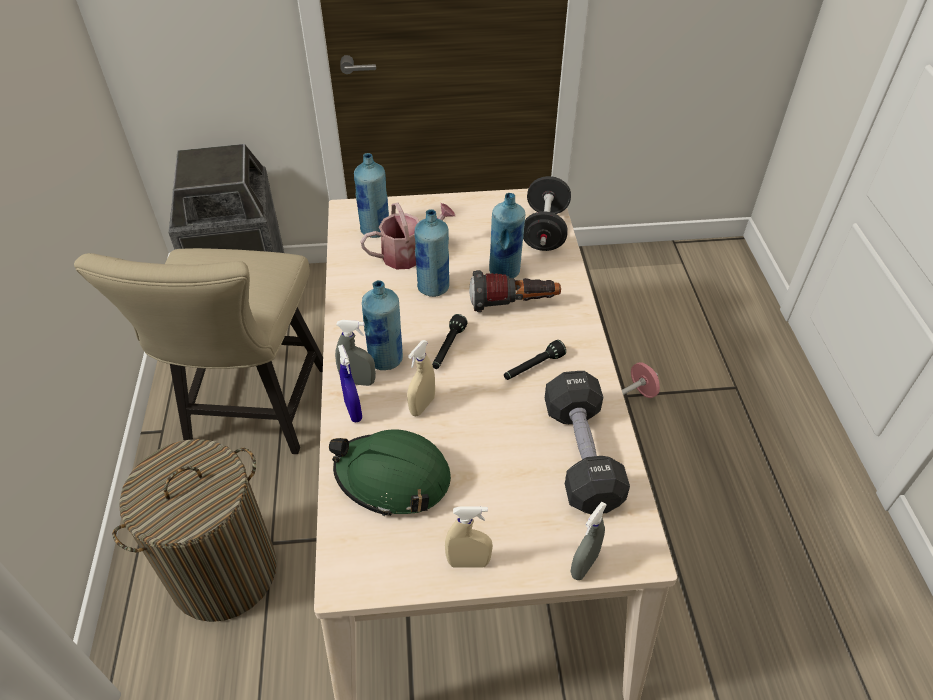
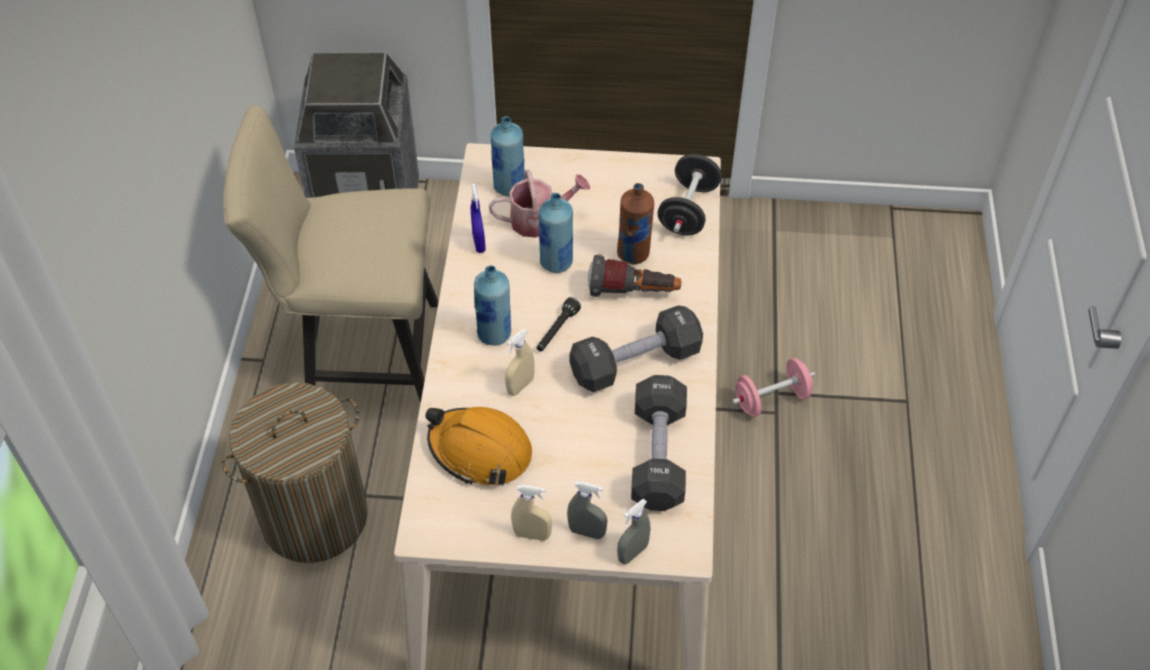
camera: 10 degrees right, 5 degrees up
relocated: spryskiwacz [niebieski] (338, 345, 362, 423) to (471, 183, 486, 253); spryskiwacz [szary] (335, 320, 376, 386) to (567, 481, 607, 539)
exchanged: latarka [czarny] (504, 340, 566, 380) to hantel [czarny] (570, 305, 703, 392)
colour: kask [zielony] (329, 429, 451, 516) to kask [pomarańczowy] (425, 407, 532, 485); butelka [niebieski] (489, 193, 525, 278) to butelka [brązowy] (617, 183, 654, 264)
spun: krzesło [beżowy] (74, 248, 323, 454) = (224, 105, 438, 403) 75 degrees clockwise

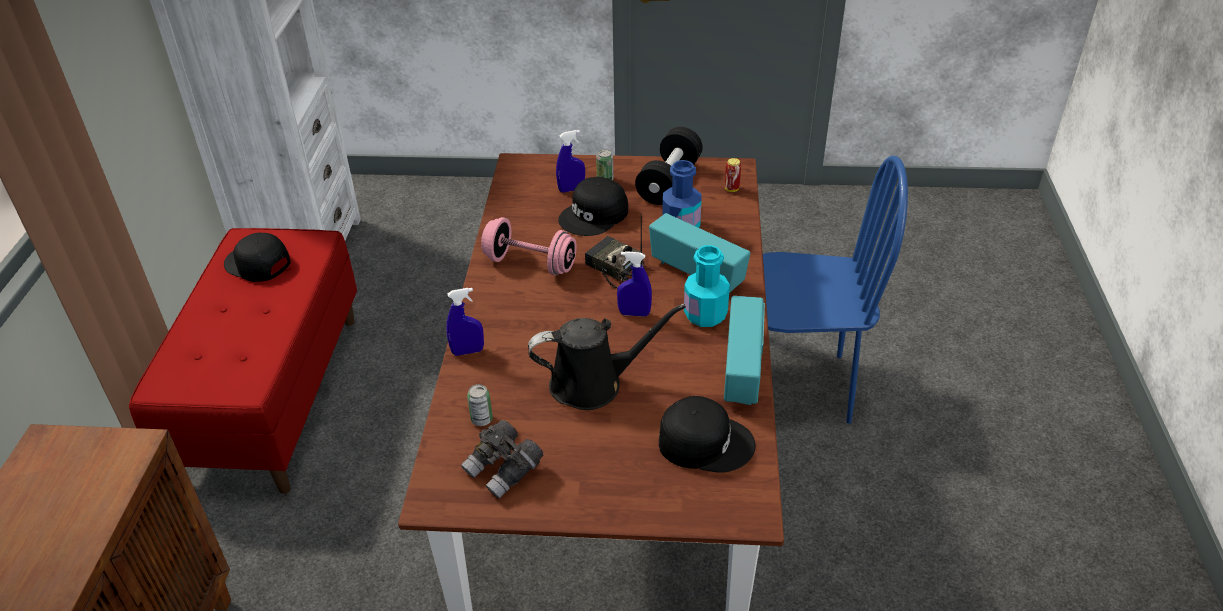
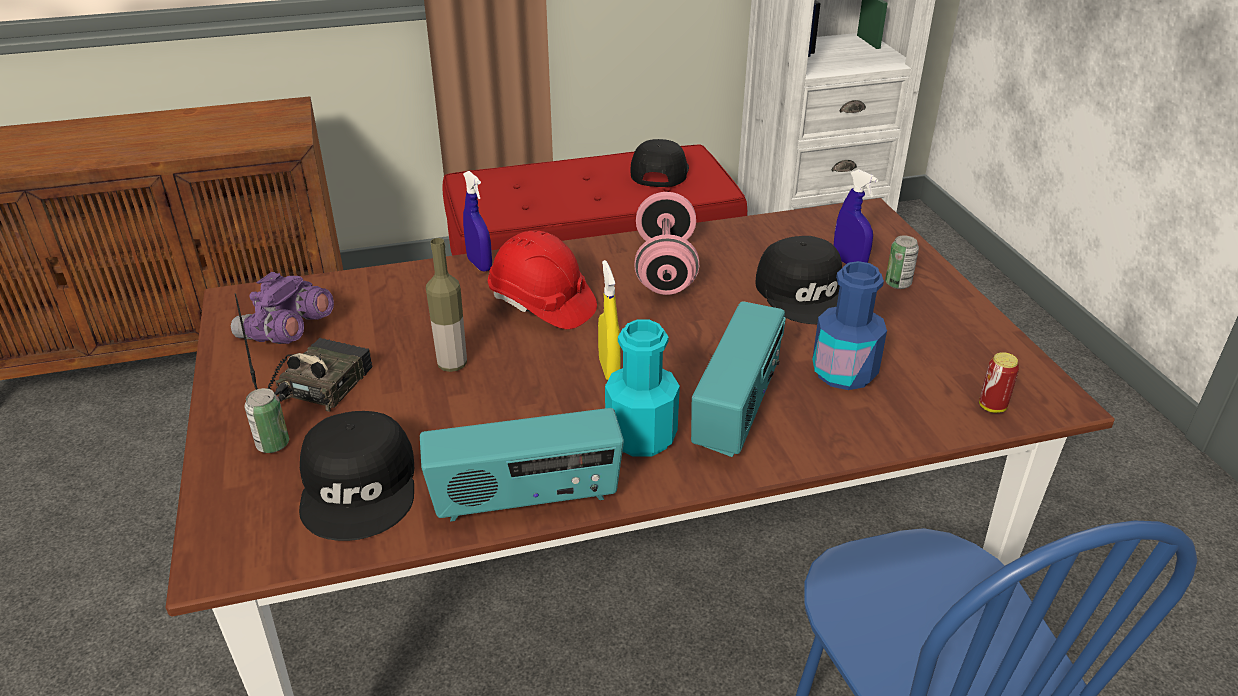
camera: 70 degrees right, 5 degrees down
missing: hantel [czarny] (635, 127, 703, 205)
appeared: kask [czerwony] (488, 231, 597, 329)
relocated: radio (585, 213, 644, 289) to (235, 294, 373, 412); puszka (467, 384, 493, 426) to (245, 388, 289, 453)
exchanged: konewka [czarny] (528, 304, 686, 410) to butelka (426, 238, 467, 372)
colour: lornetka [szary] (461, 420, 543, 499) to lornetka [fioletowy] (231, 272, 334, 344); spryskiwacz [niebieski] (617, 251, 652, 317) to spryskiwacz [żółty] (598, 260, 621, 380)
spun: czapka z daszkiem [czarny] (558, 177, 628, 236) = (755, 236, 842, 324) 135 degrees counterclockwise

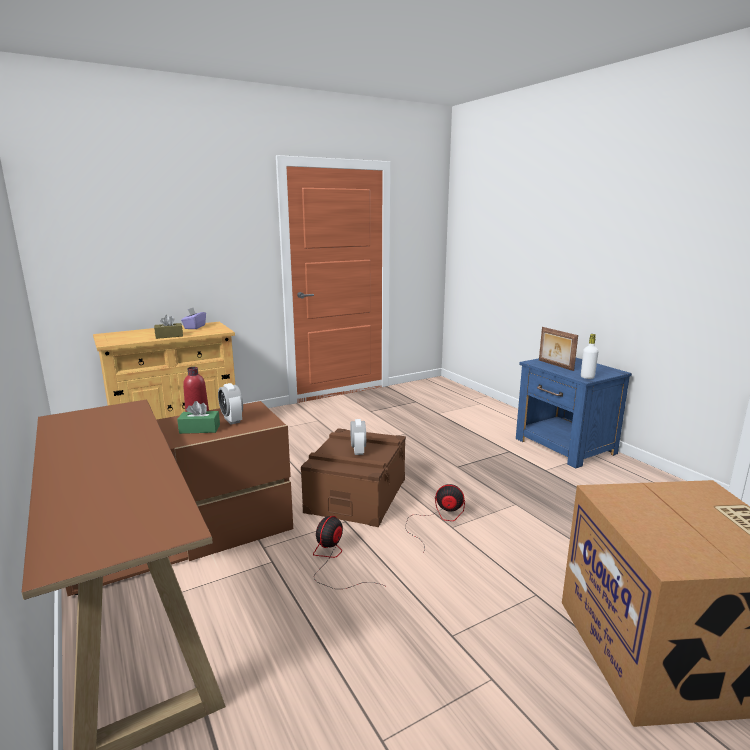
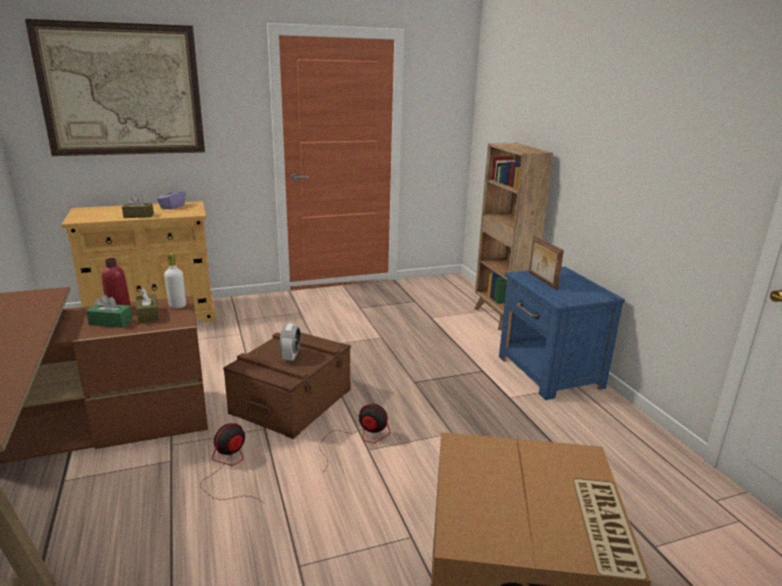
camera: 10 degrees right, 5 degrees up
appeared: obraz (25, 19, 205, 156); regał [brązowy] (474, 143, 553, 330)
relocated: butelka [biały] (581, 334, 599, 379) to (164, 253, 186, 308)
exchanged: budzik (218, 383, 243, 425) to pudełko chusteczek [brązowy] (136, 287, 159, 324)

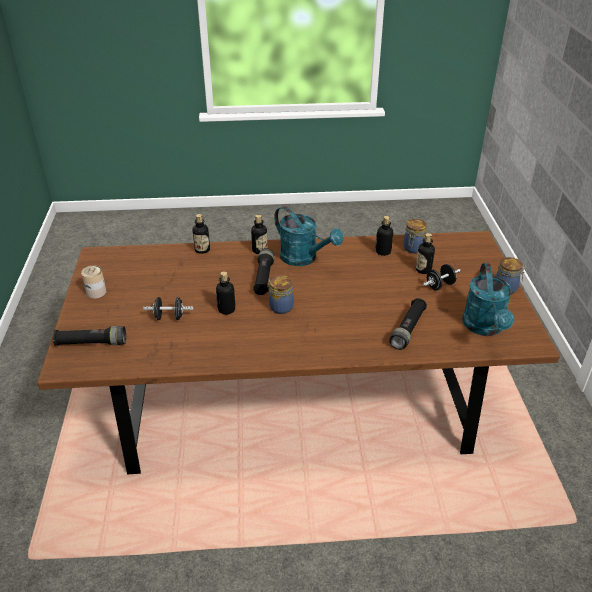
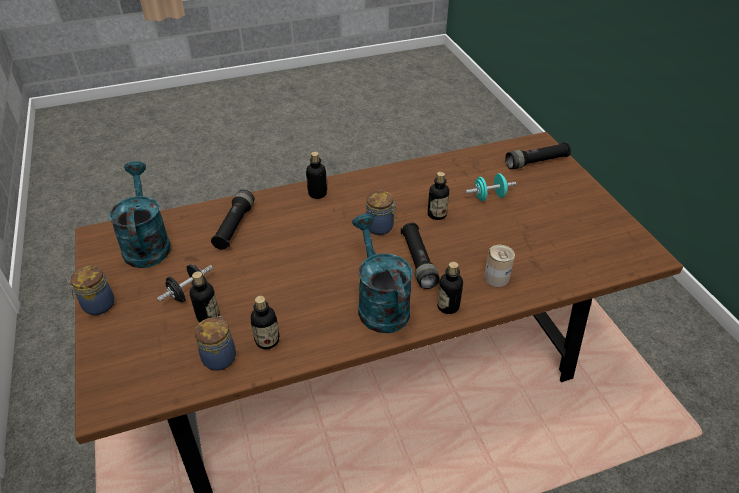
camera: 165 degrees right, 5 degrees up
relocated: butelka (193, 214, 210, 254) to (306, 152, 327, 199); puszka (81, 266, 107, 299) to (484, 245, 515, 287)
colour: hantel [czarny] (143, 297, 194, 320) to hantel [turkusowy] (465, 173, 516, 201)
spun: konewka [turkusowy] (274, 206, 343, 266) = (352, 214, 412, 333) 45 degrees clockwise

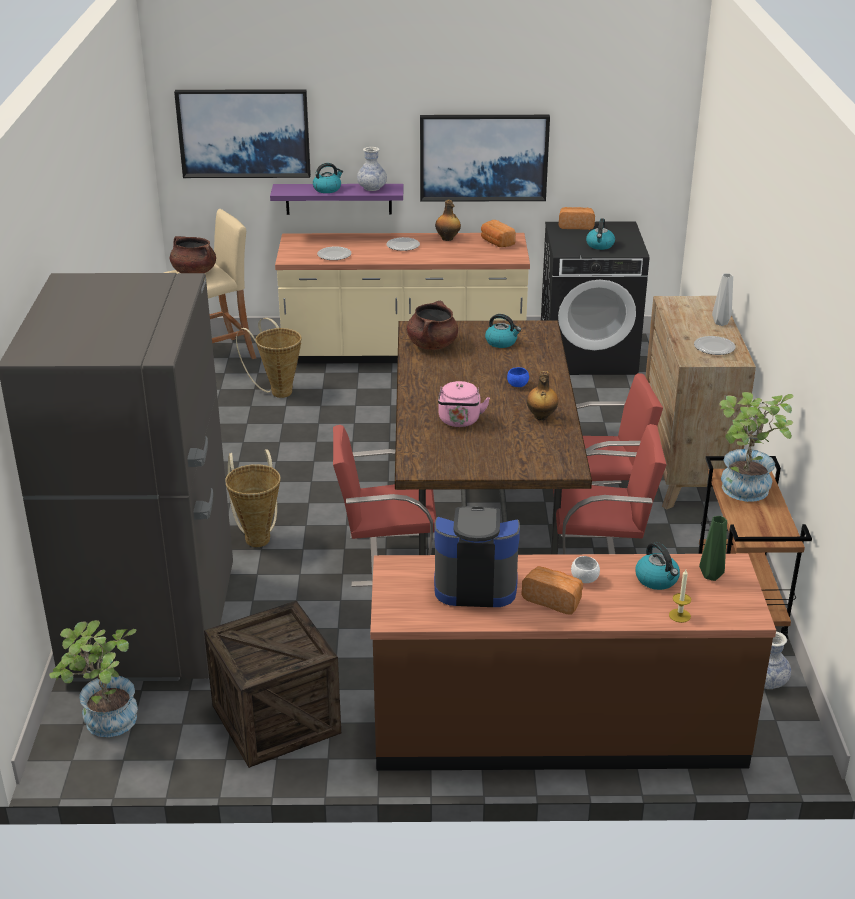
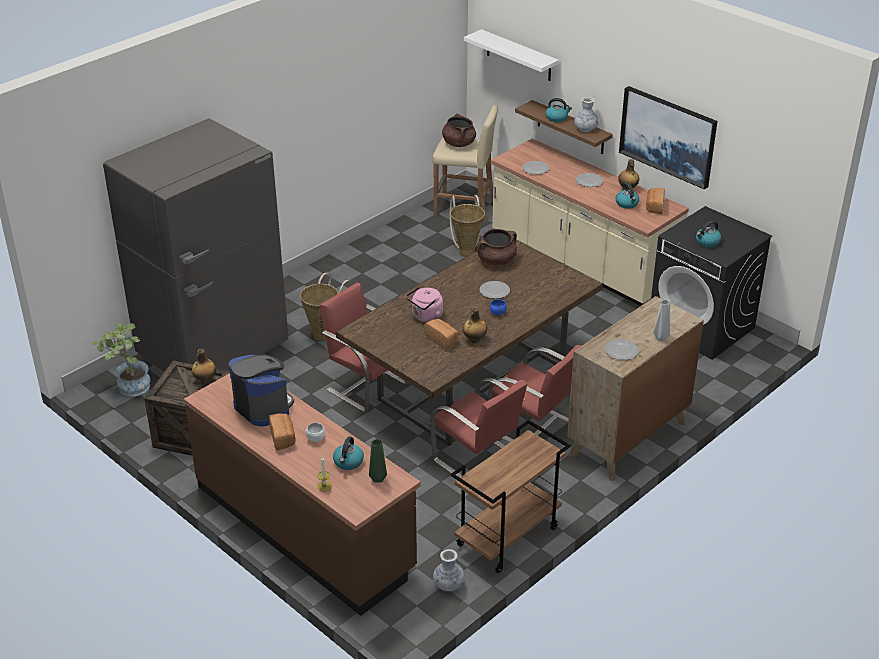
camera: 45 degrees right, 5 degrees up
missing: roślina doniczkowa (719, 392, 794, 502)
appeared: butelka (192, 349, 216, 383); talerz (480, 281, 510, 299)
relocated: chleb (559, 207, 595, 230) to (424, 318, 459, 350); czajnik (485, 314, 521, 348) to (616, 183, 639, 209)
exchanged: obraz (174, 89, 311, 178) to półka [biały] (464, 29, 559, 81)
colour: półka [fioletowy] (270, 184, 403, 215) to półka [brązowy] (515, 100, 613, 154)

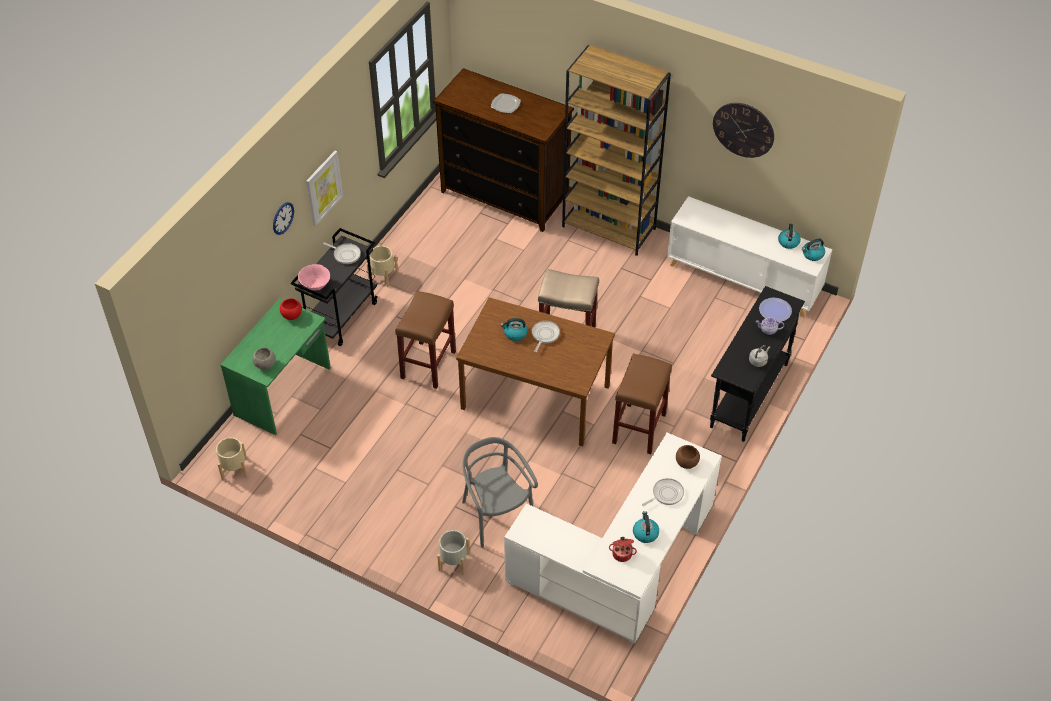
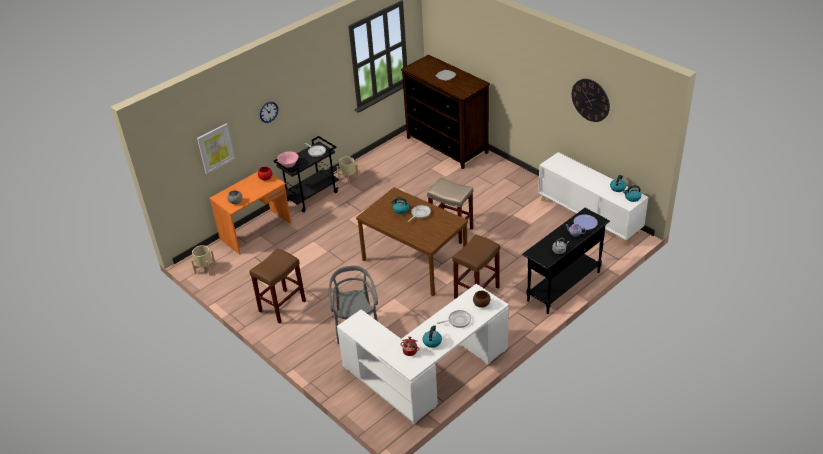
camera: 20 degrees right, 10 degrees down
missing: donica [szary] (437, 530, 470, 575); regał [brązowy] (562, 45, 671, 256)
relocated: obraz (306, 151, 343, 226) to (197, 123, 235, 174); stołek [brązowy] (395, 291, 456, 389) to (249, 248, 306, 323)
colour: biurko [zielony] (220, 298, 331, 435) to biurko [pomarańczowy] (209, 172, 292, 255)

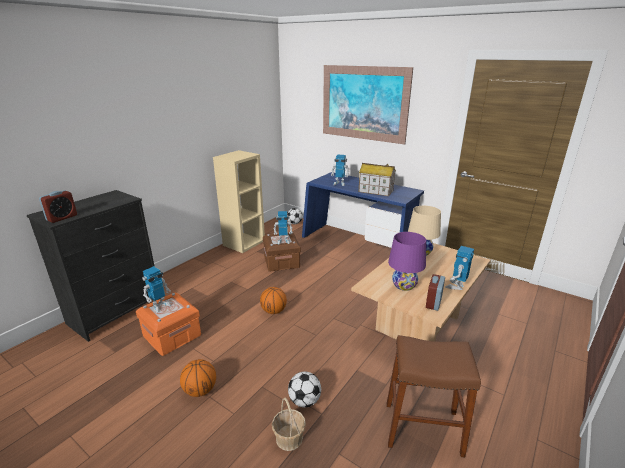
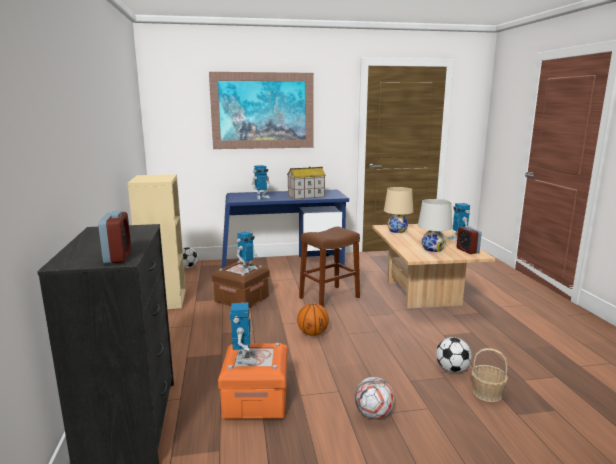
camera: 45 degrees left, 10 degrees down
relocated: stołek [brązowy] (387, 335, 481, 458) to (299, 227, 360, 307)
exchanged: piłka do koszykówki (180, 359, 216, 397) to piłka futbolowa (354, 377, 395, 419)
colour: lampa stołowa [fioletowy] (388, 232, 426, 291) to lampa stołowa [biały] (418, 199, 452, 252)

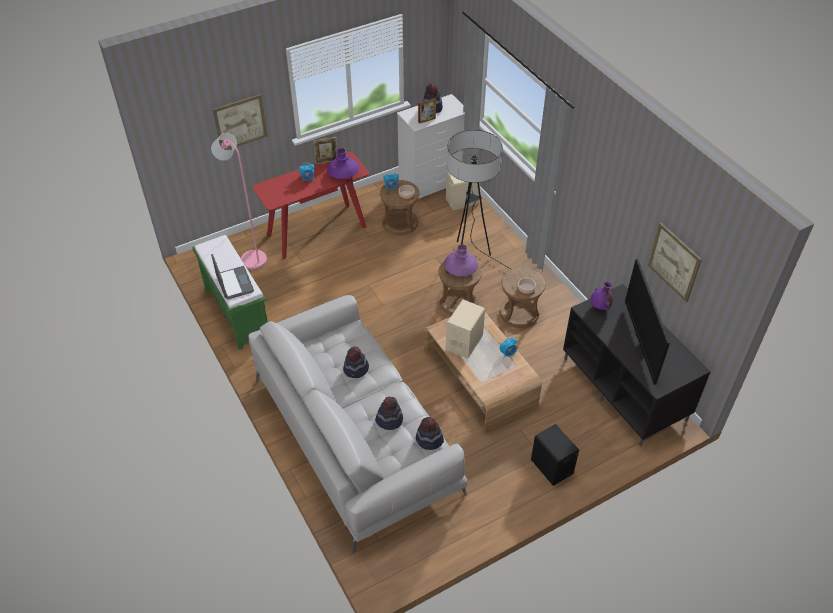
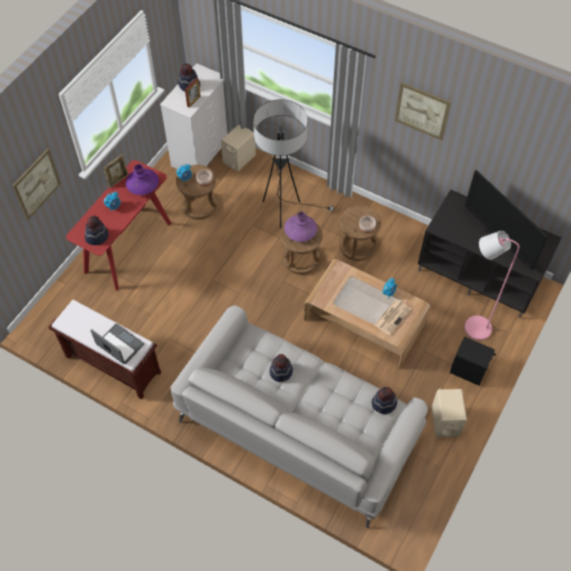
camera: 30 degrees left, 10 degrees up
missing: wazon [fioletowy] (590, 281, 613, 310)
appeared: gazeta (374, 300, 412, 335)
relocated: kapelusz (375, 397, 403, 430) to (85, 216, 109, 245); obraz (648, 223, 702, 302) to (395, 82, 451, 140); głośnik [beżowy] (446, 300, 485, 358) to (432, 389, 467, 438); lampa stojąca [różowy] (211, 133, 267, 269) to (464, 231, 520, 340)
colour: ławka [zielony] (192, 235, 268, 350) to ławka [brązowy] (49, 299, 161, 399)

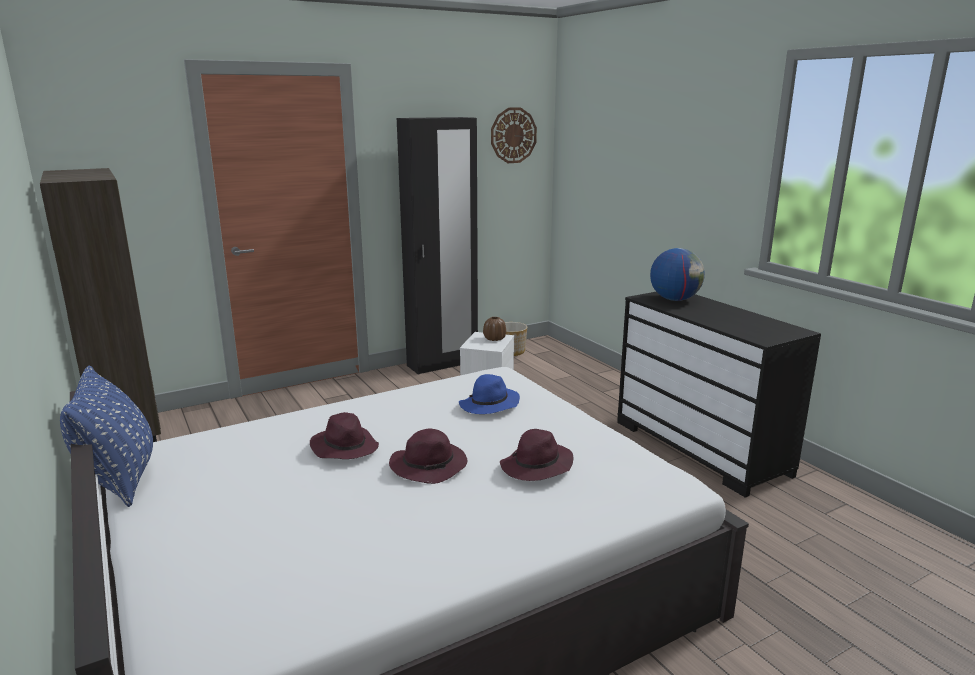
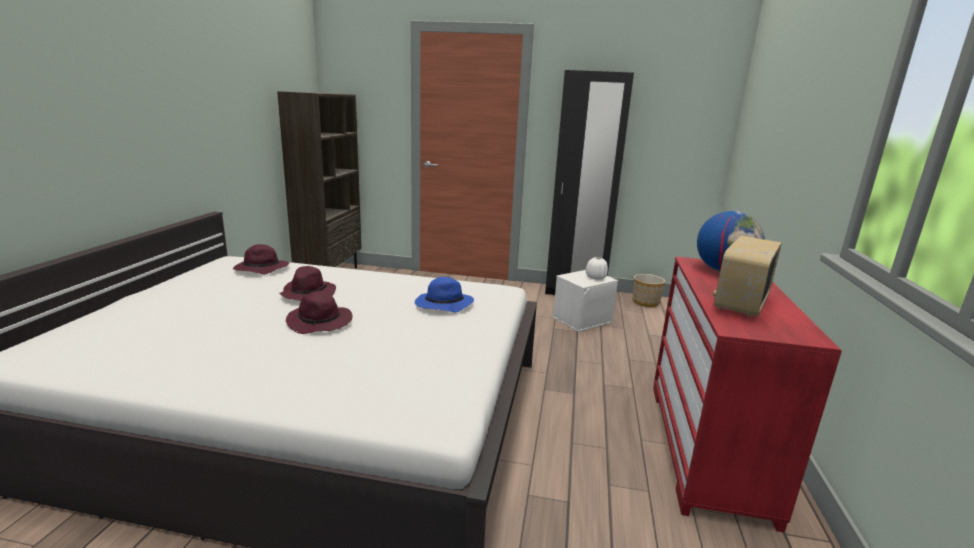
camera: 40 degrees right, 0 degrees up
missing: poduszka [niebieski] (60, 366, 153, 507); zegar ścienny (491, 108, 537, 163)
appeared: radio (713, 235, 782, 317)
relocated: kapelusz [fioletowy] (500, 429, 573, 481) to (233, 244, 289, 274)
colour: wazon [brązowy] (483, 317, 506, 341) to wazon [biały] (586, 257, 608, 280); komoda [czarny] (617, 292, 821, 498) to komoda [czerwony] (653, 257, 842, 533)

